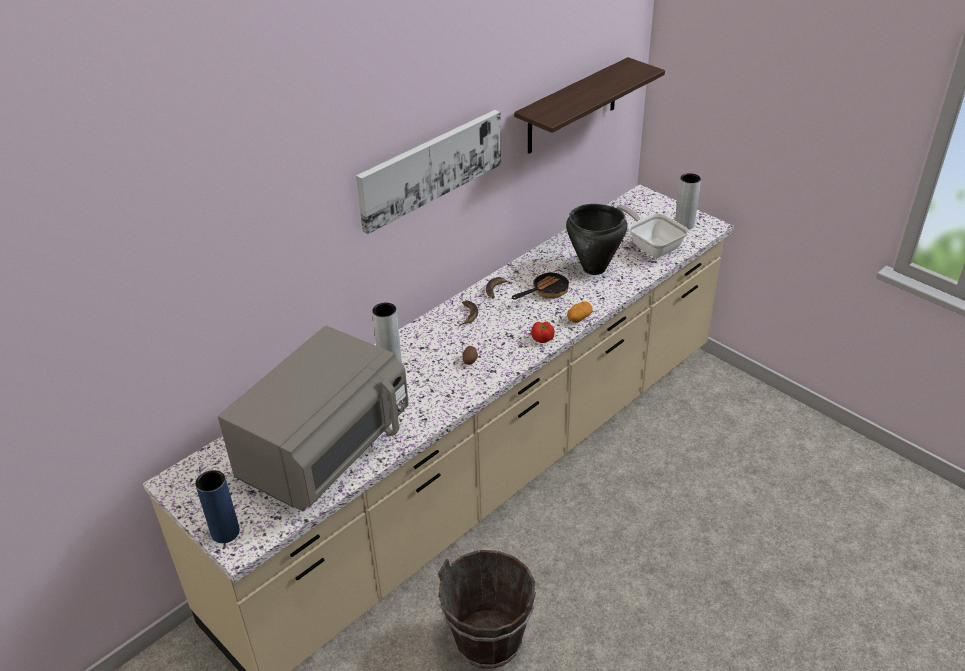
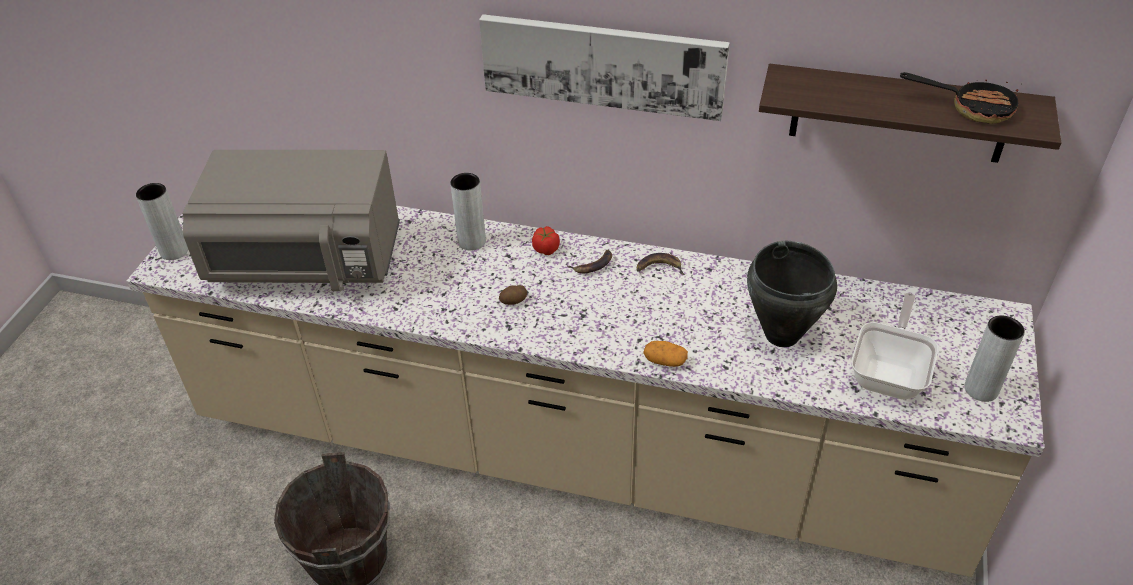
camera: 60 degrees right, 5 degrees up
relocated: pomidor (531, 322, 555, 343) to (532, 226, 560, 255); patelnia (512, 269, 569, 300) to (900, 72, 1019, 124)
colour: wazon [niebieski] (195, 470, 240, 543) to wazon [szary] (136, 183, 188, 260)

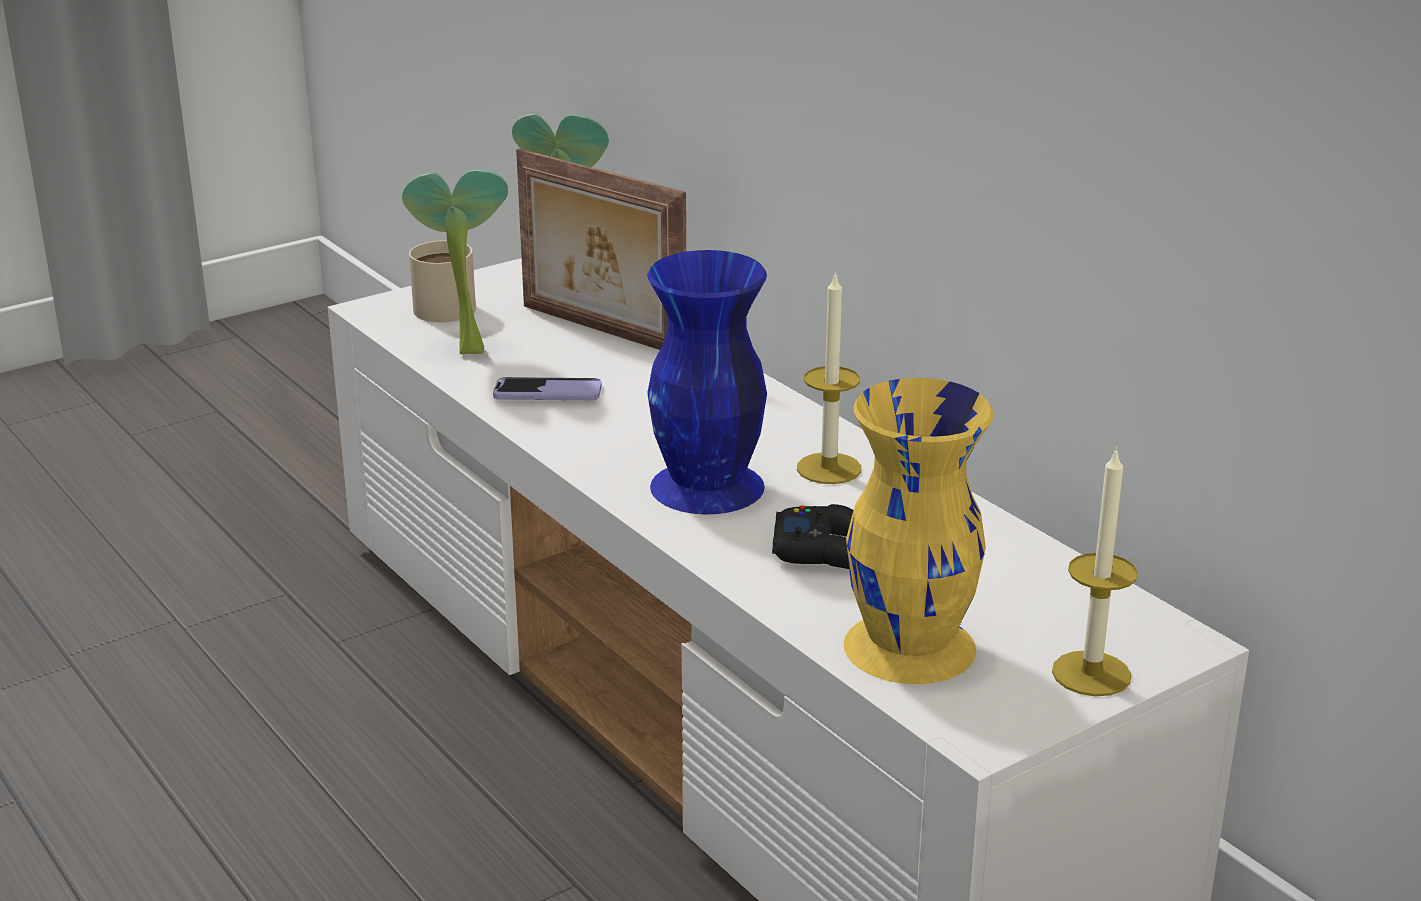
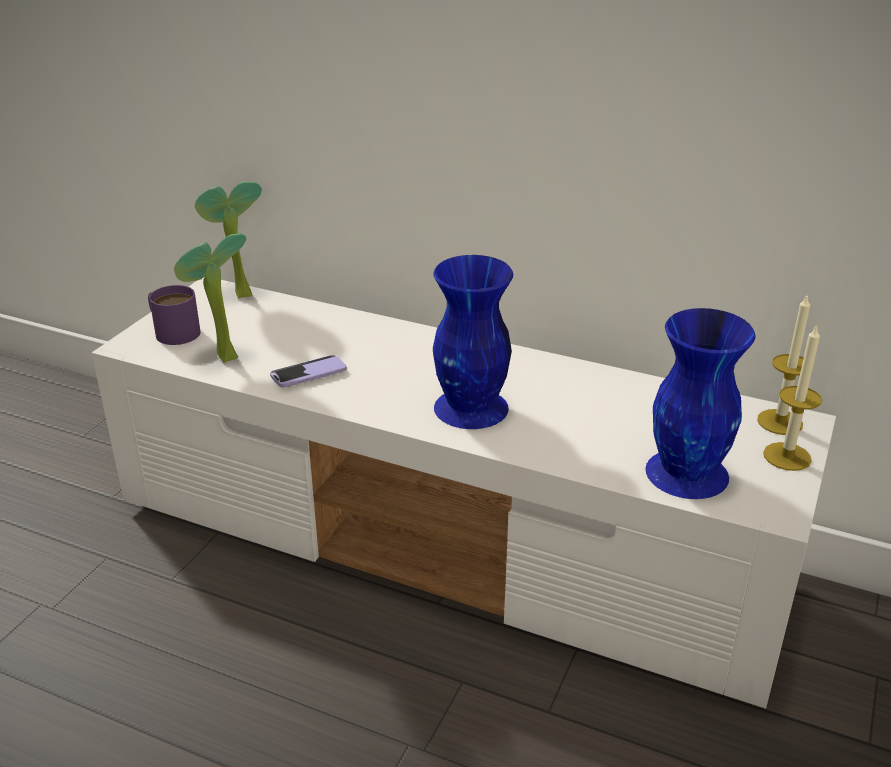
camera: 30 degrees left, 5 degrees up
missing: ramka na zdjęcie (516, 148, 686, 350); pad do gier [czarny] (772, 504, 853, 569)
relocated: świeca (797, 271, 861, 484) to (757, 294, 810, 435)
colour: kubek [beżowy] (409, 240, 476, 322) to kubek [fioletowy] (148, 285, 201, 345); wazon [żółty] (844, 378, 994, 684) to wazon [niebieski] (645, 308, 756, 499)

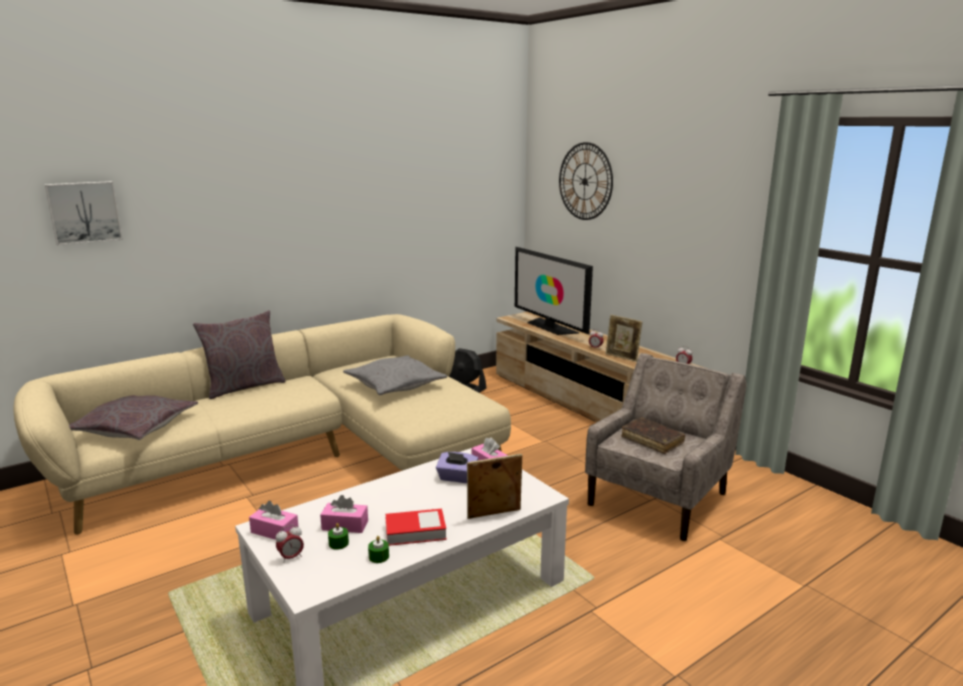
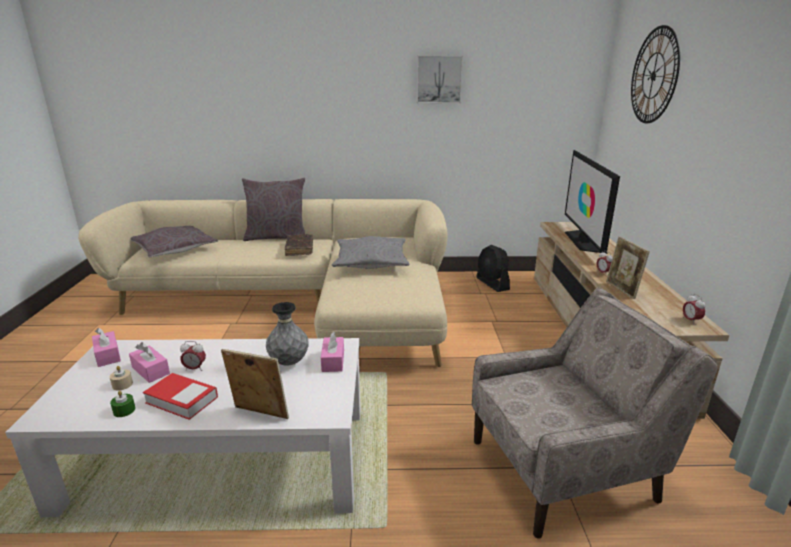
camera: 35 degrees right, 5 degrees up
relocated: budzik (276, 525, 304, 563) to (180, 341, 206, 371); książka [brązowy] (621, 417, 685, 454) to (285, 234, 313, 256); obraz (45, 181, 123, 246) to (417, 56, 463, 103)
exchanged: pudełko chusteczek [fioletowy] (436, 452, 478, 483) to wazon [szary] (266, 302, 309, 366)
colour: świeca [zielony] (328, 523, 349, 550) to świeca [beżowy] (110, 366, 133, 390)

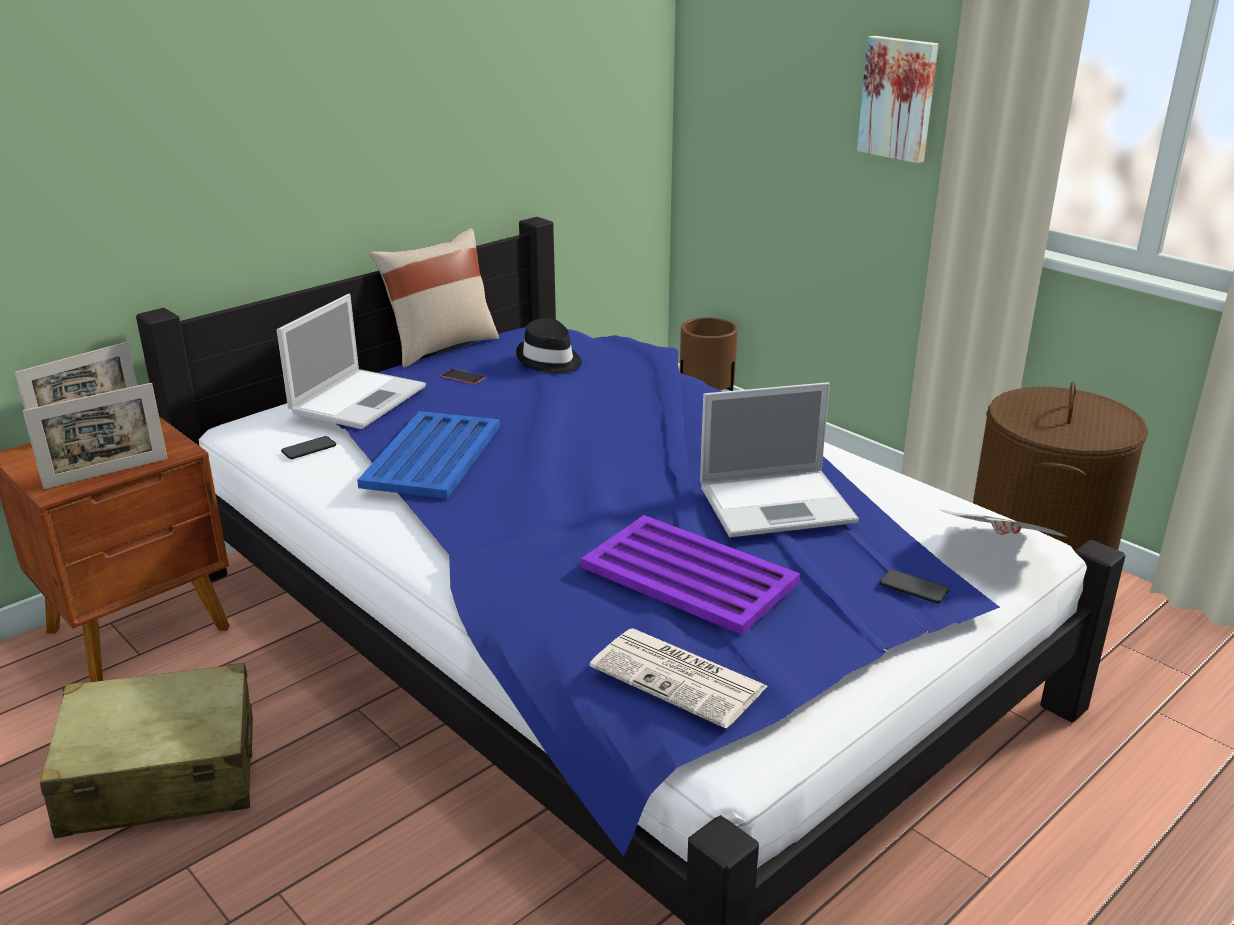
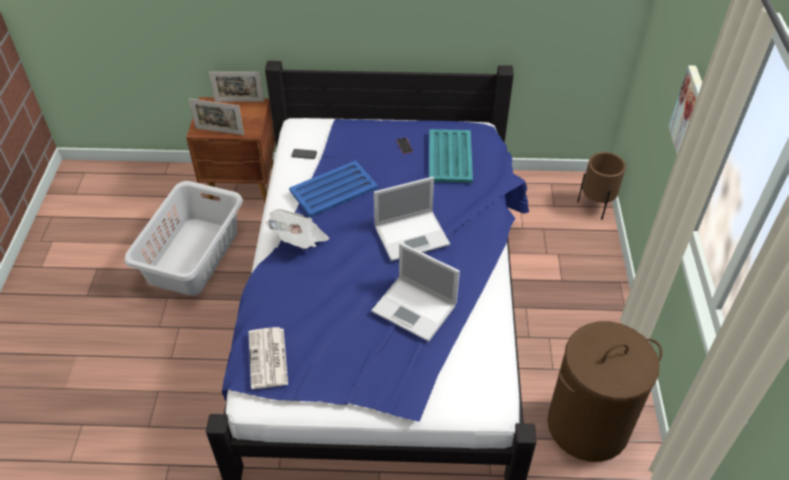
camera: 45 degrees right, 20 degrees up
missing: poduszka [beżowy] (370, 228, 499, 368); taca [fioletowy] (581, 515, 800, 635); telefon (880, 569, 949, 603)
relocated: gazeta (939, 509, 1068, 537) to (265, 209, 329, 249); laptop (277, 294, 426, 429) to (374, 177, 450, 261)
exchanged: walizka [beżowy] (40, 663, 253, 838) to kosz na pranie [szary] (124, 181, 243, 296); kapelusz [czarny] (516, 318, 582, 373) to taca [turkusowy] (429, 129, 473, 183)

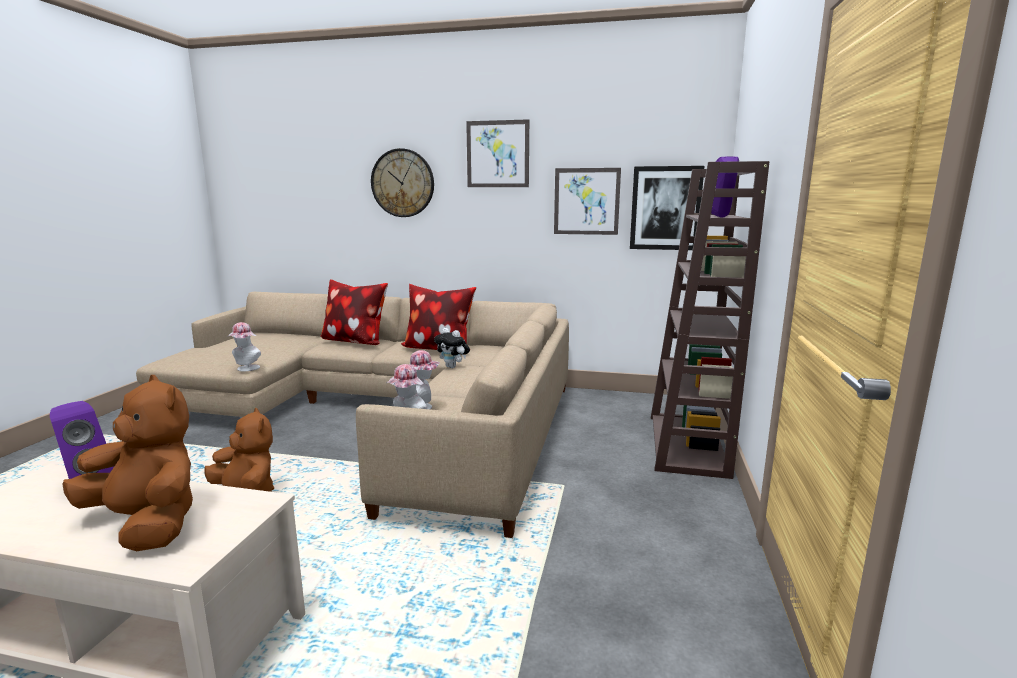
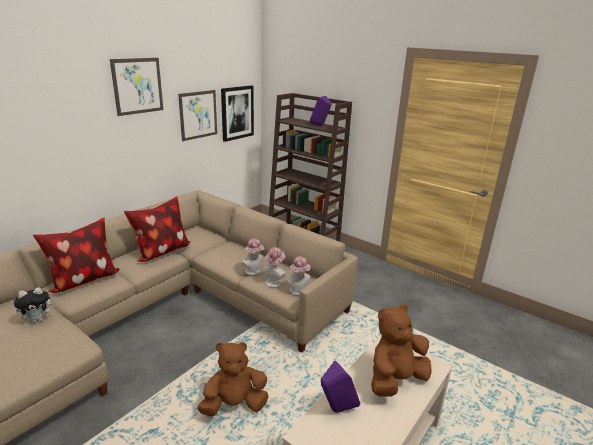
camera: 65 degrees left, 10 degrees up
missing: zegar ścienny (371, 148, 434, 217)
relocated: pluszak (434, 328, 470, 368) to (14, 287, 56, 323); kapelusz (227, 322, 261, 371) to (242, 239, 264, 275)

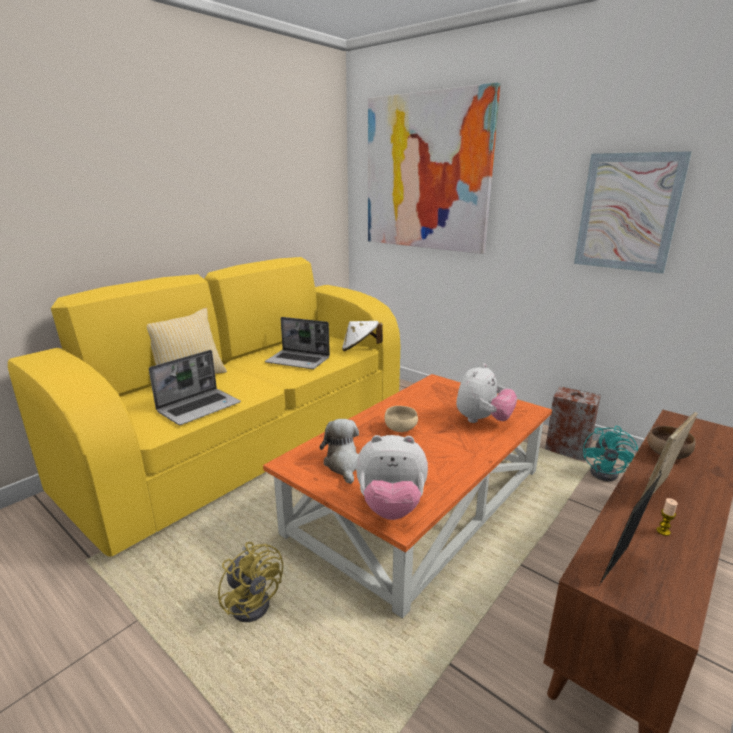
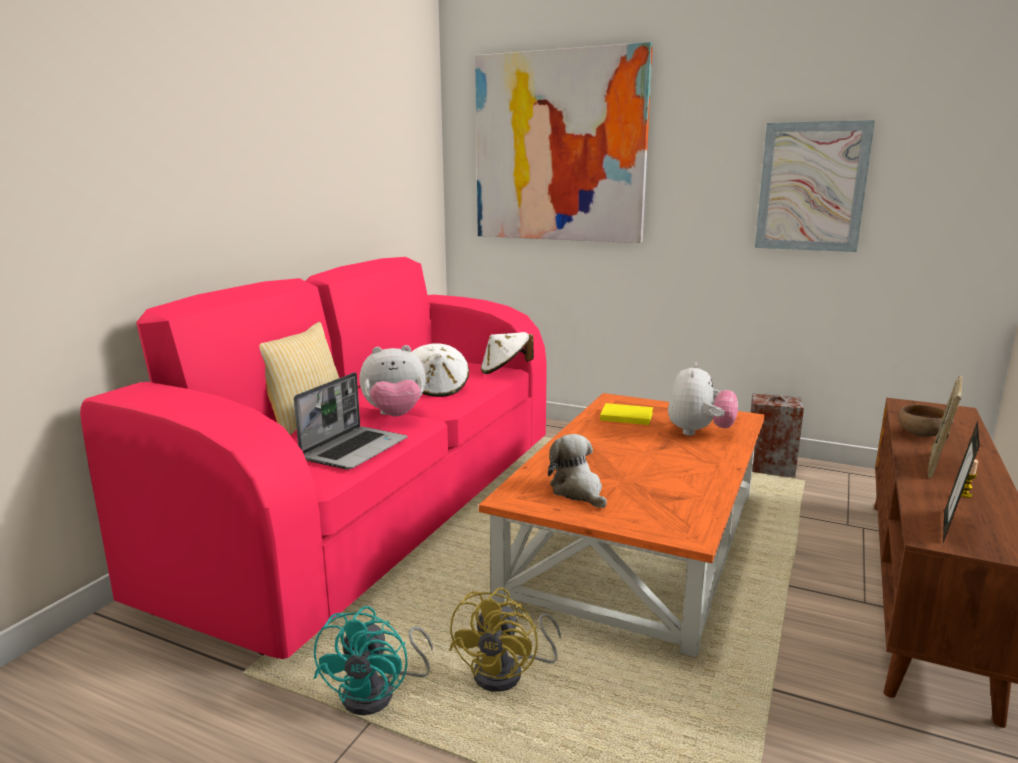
camera: 15 degrees left, 5 degrees down
missing: miska [beżowy] (384, 406, 418, 432)
appeared: książka [żółty] (600, 403, 653, 425)
relocated: wentylator [turkusowy] (583, 426, 638, 481) to (314, 606, 433, 715); pluszak (356, 435, 428, 520) to (359, 345, 426, 417)
exchanged: laptop (265, 317, 330, 369) to kapelusz [biały] (412, 343, 469, 397)
colour: kanapa [żółty] (8, 257, 400, 557) to kanapa [różowy] (80, 257, 547, 659)
spun: wentylator [żółty] (218, 542, 283, 622) = (449, 588, 561, 692) 75 degrees clockwise

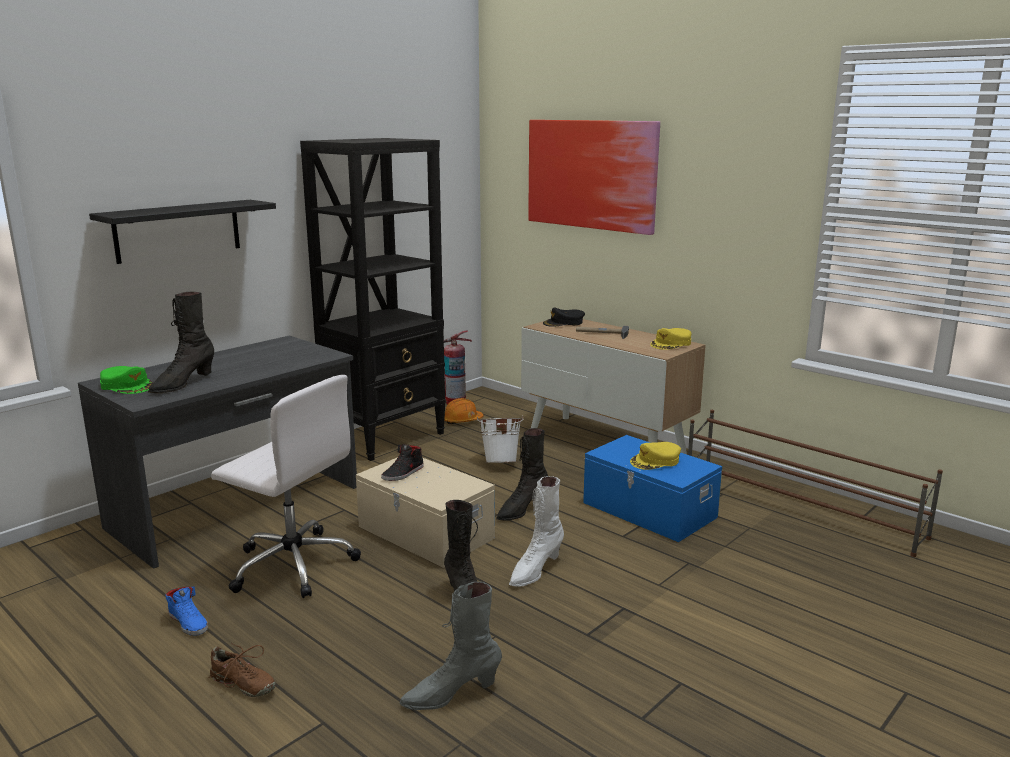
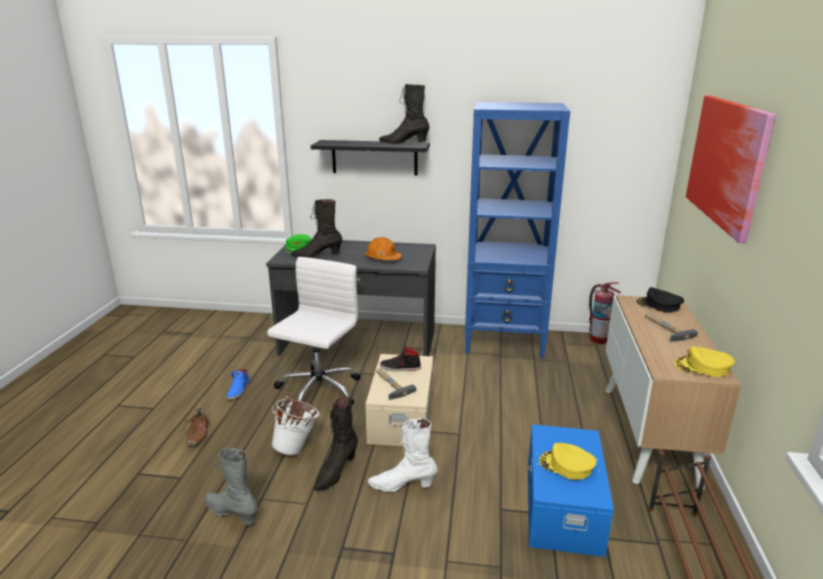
camera: 55 degrees right, 5 degrees up
appeared: młotek (376, 369, 416, 400)
relocated: wiadro [biały] (477, 416, 523, 463) to (271, 396, 319, 456); kask [pomarańczowy] (444, 398, 483, 424) to (365, 237, 402, 261); but z cholewką [czarny] (496, 428, 548, 521) to (379, 84, 429, 144)
colour: regał [czarny] (300, 138, 446, 461) to regał [niebieski] (465, 102, 570, 358)
spun: krzesło biurowe [biały] (211, 375, 361, 598) = (267, 257, 360, 404) 150 degrees counterclockwise

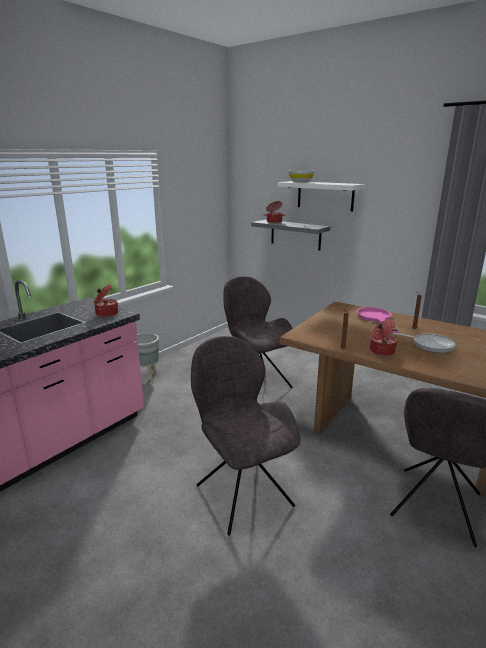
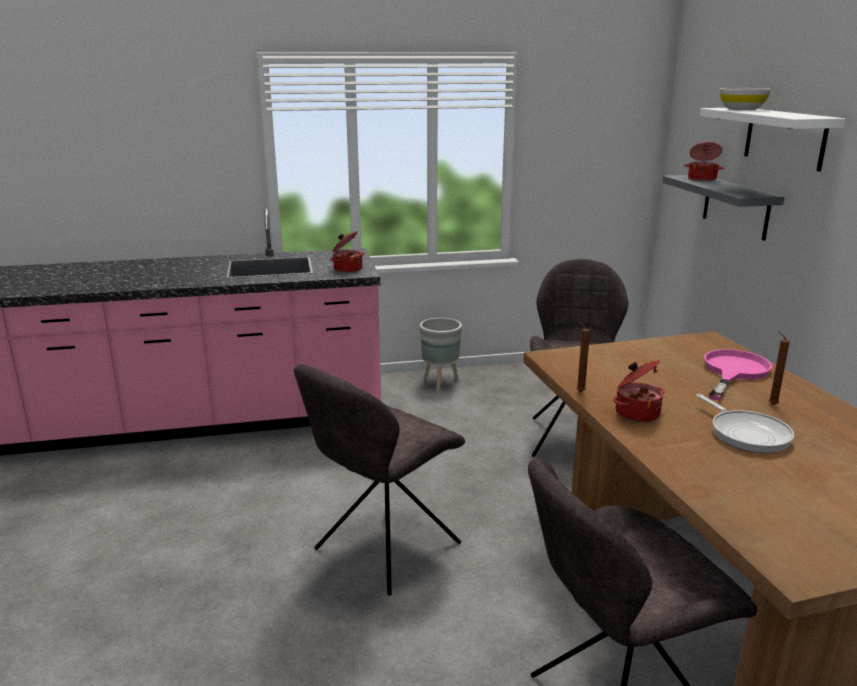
camera: 40 degrees right, 0 degrees up
spun: krzesło [szary] (191, 336, 301, 536) = (294, 364, 465, 595) 150 degrees counterclockwise

